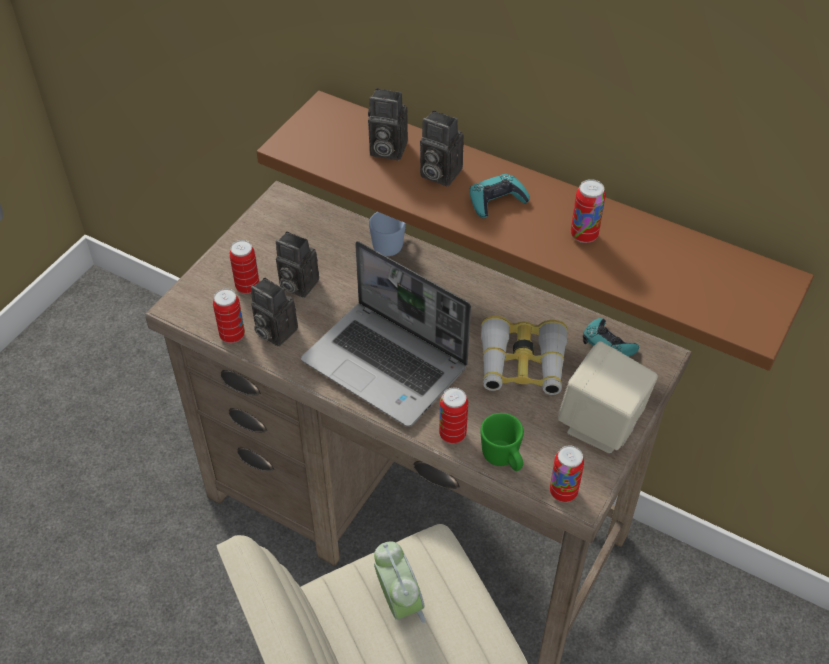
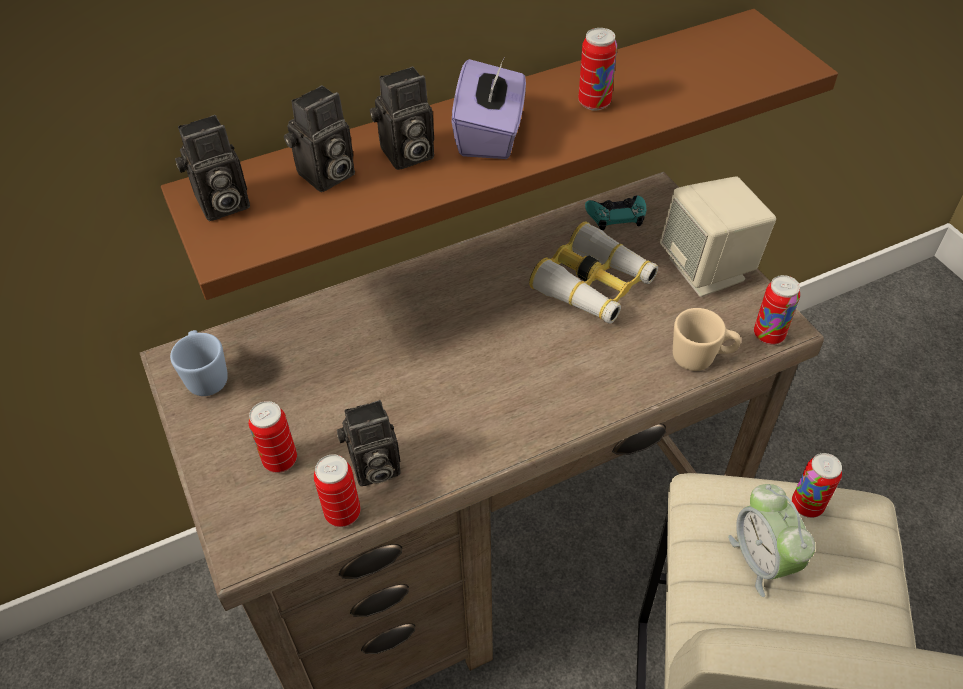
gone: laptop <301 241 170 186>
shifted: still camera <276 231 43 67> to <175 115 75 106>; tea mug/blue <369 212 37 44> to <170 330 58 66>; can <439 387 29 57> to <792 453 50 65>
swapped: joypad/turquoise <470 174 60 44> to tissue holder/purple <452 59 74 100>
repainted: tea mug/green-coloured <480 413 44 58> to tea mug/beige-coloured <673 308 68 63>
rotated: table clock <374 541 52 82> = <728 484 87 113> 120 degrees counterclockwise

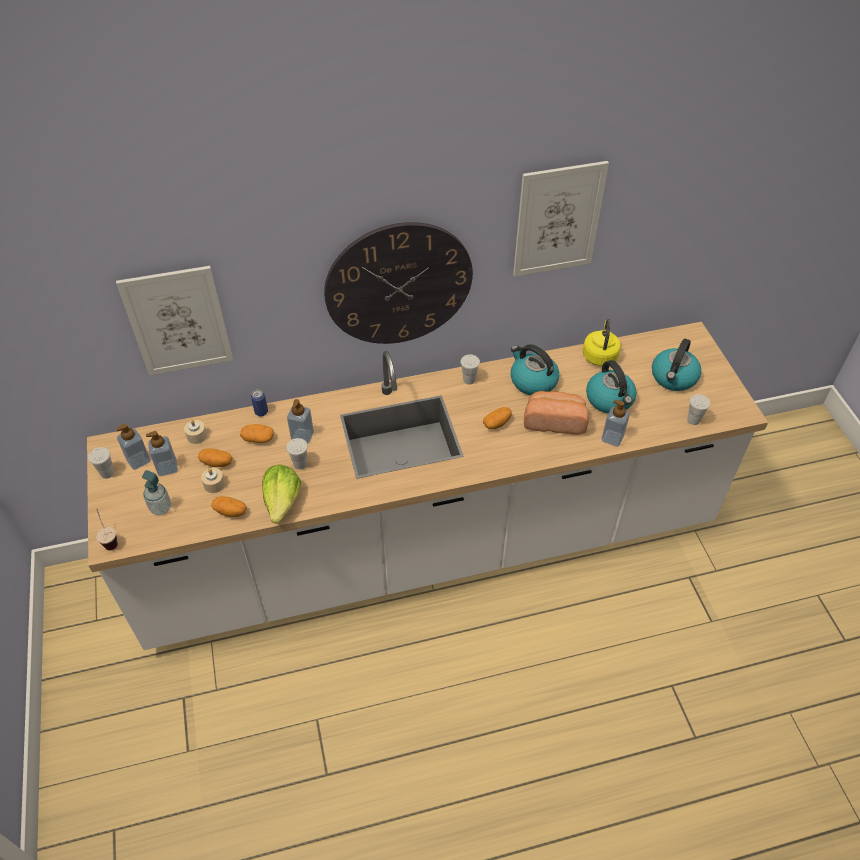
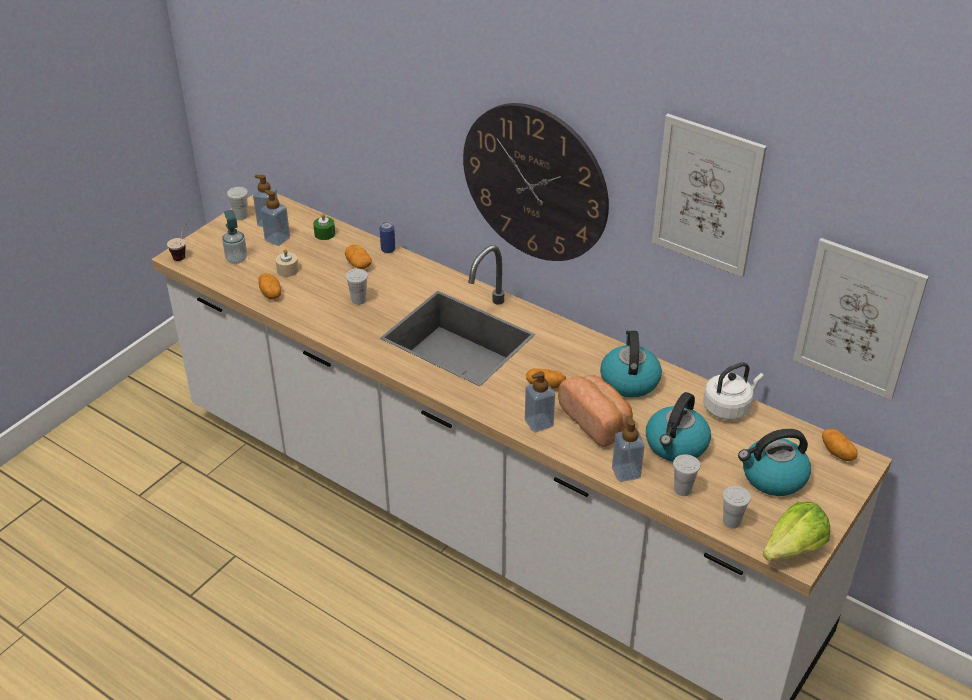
shifted: wall picture <116 266 117 110> to <793 238 136 162>; potato <198 448 34 19> to <822 429 35 32>; lettuce head <262 465 39 58> to <763 502 67 59>; soap dispenser <287 399 27 45> to <525 371 30 61>; small cup/whitish <460 355 20 30> to <673 454 27 42>
repainted: wax candle/beige-coloured <184 420 23 24> to wax candle/green-coloured <313 213 22 27>; tea kettle/yellow-coloured <583 319 38 47> to tea kettle/whitish <703 362 61 58>

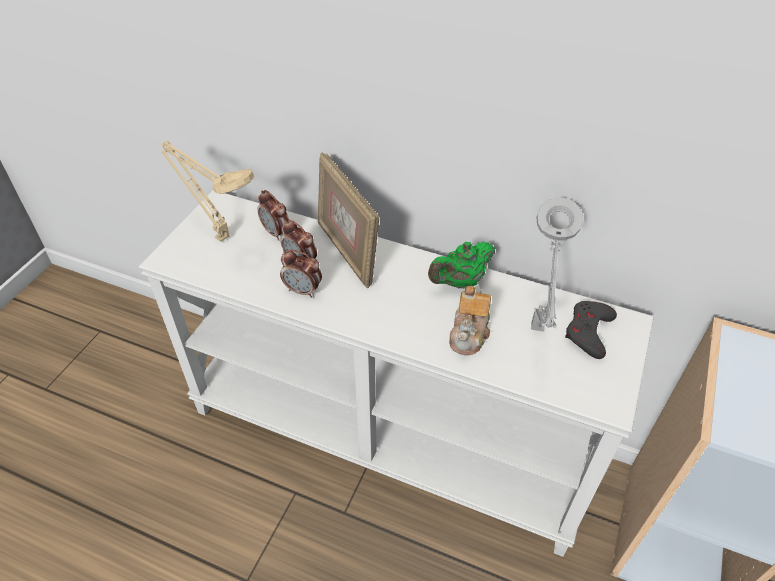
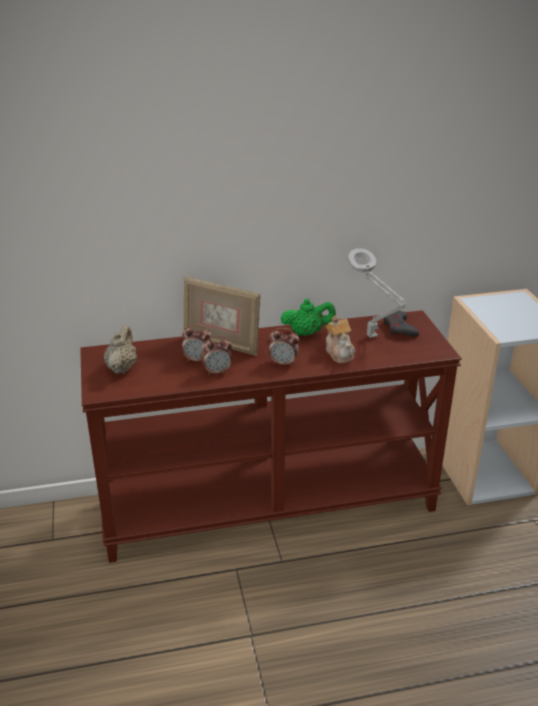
shifted: table clock <258 190 31 51> to <268 328 31 39>
swapped: tabletop lamp/beige-coloured <162 141 92 101> to pot for tea/beige-coloured <104 325 33 49>
repainted: console table/whitish <139 190 515 367> to console table/brown <80 310 382 253>
rotated: pot for tea/green-coloured <428 242 67 46> = <280 298 56 38> 120 degrees counterclockwise

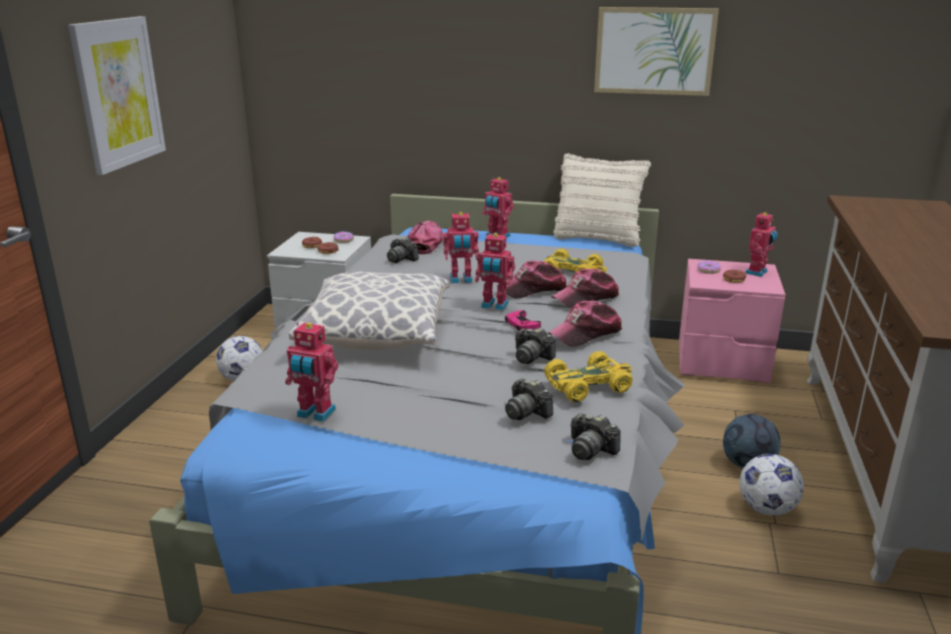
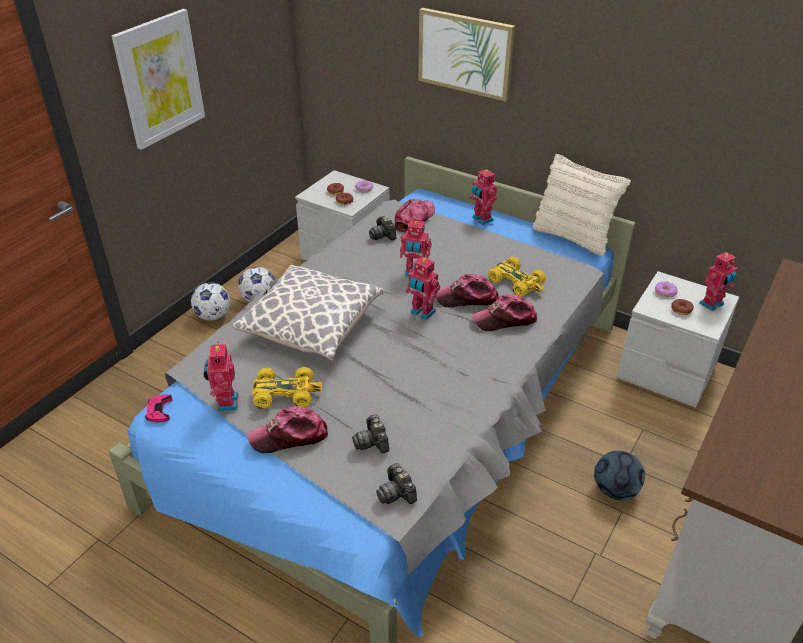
gone: still camera <515 327 41 37>
shifted: joypad/pink-coloured <505 310 36 20> to <145 394 27 28>; toy car/yellow-coloured <545 351 88 51> to <252 367 70 42>; peaked cap <548 301 75 46> to <247 406 81 47>; wall picture <594 7 125 89> to <418 8 97 94>; ball for football <739 454 65 62> to <191 282 39 39>
repainted: nightstand/pink-coloured <679 259 107 124> to nightstand/whitish <616 271 123 137>
rotated: robot figure <285 322 53 100> = <203 341 36 70> 45 degrees clockwise

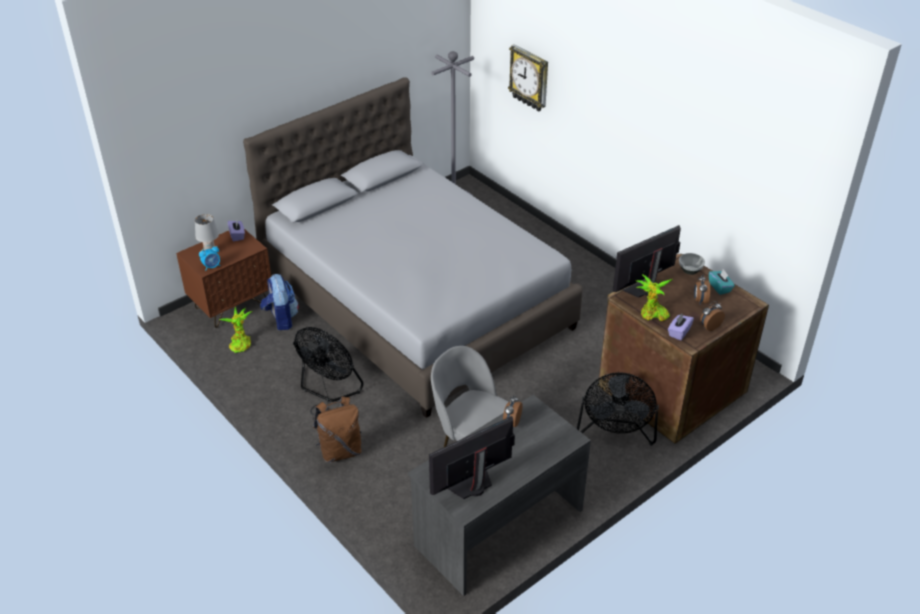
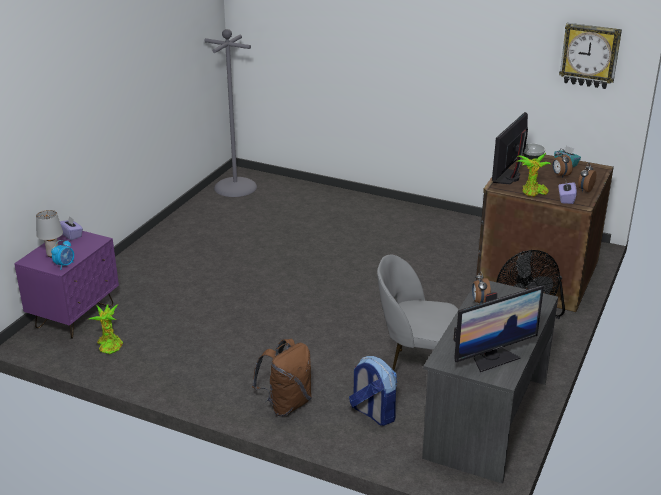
gone: bedroom bed/gray <243 77 340 341>; fan/black <293 327 70 93>
shifted: knapsack <260 274 39 56> to <349 356 48 70>; clock on the wall <508 44 40 68> to <559 23 63 66>
repainted: nightstand/brown <176 229 95 99> to nightstand/purple <14 231 105 108>
rotated: monitor <429 416 86 83> = <454 286 90 86> 150 degrees counterclockwise

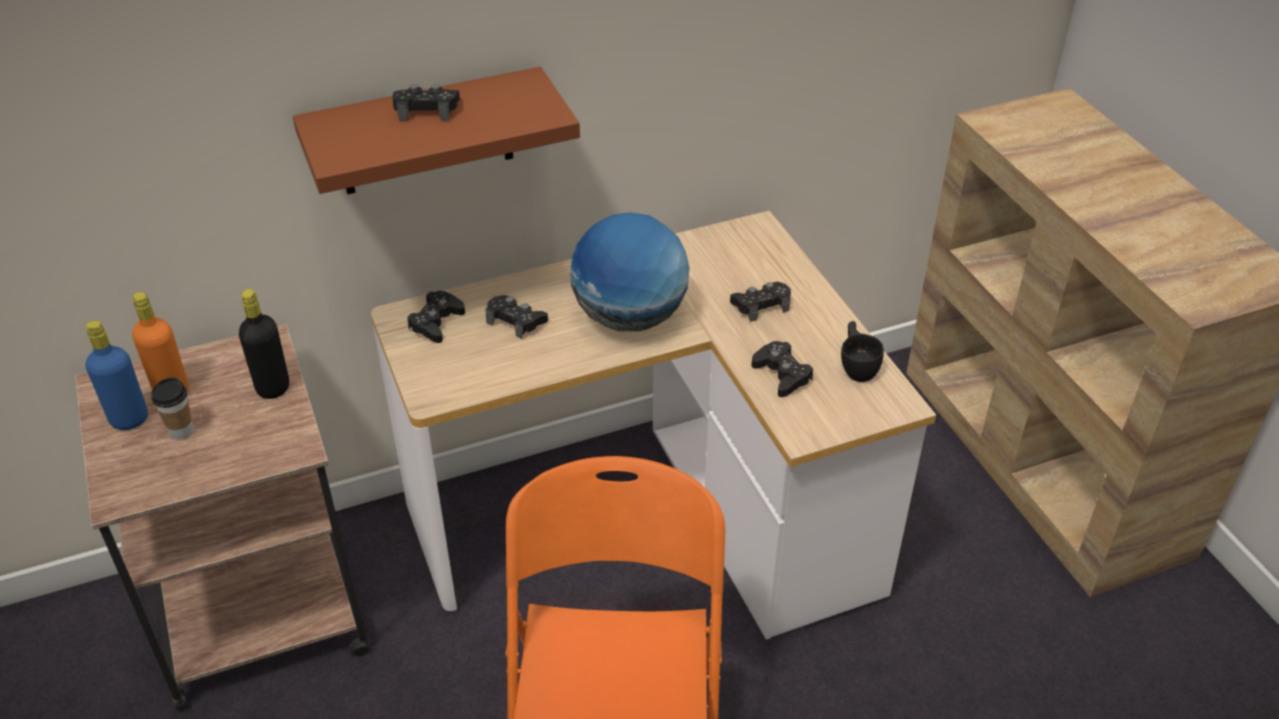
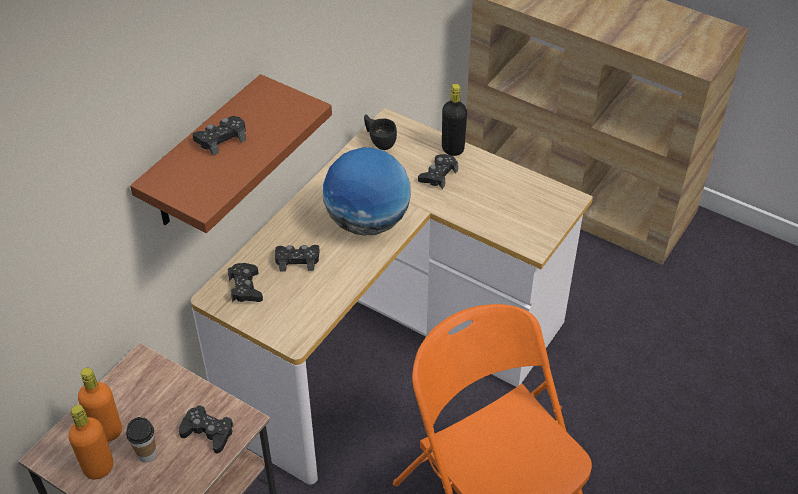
shifted: bottle/black <239 289 50 110> to <442 84 25 72>; joypad/black <751 341 62 56> to <179 405 55 49>; small cup/black <841 321 43 61> to <364 114 33 36>
repainted: bottle/blue <86 320 62 110> to bottle/orangey <68 405 45 74>

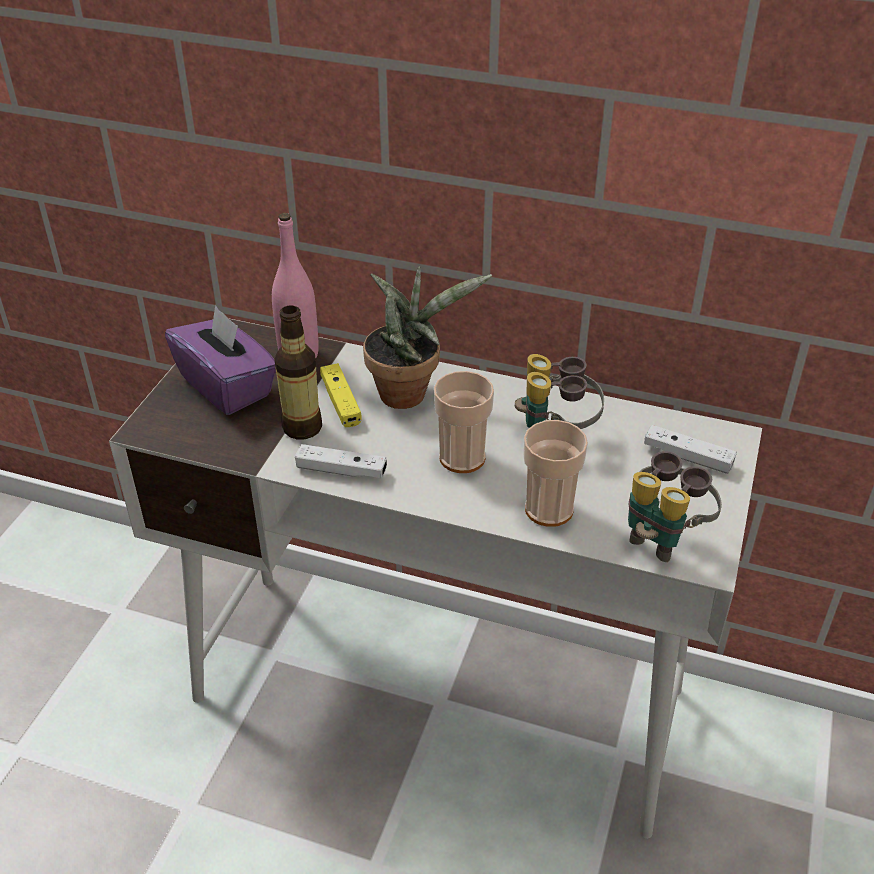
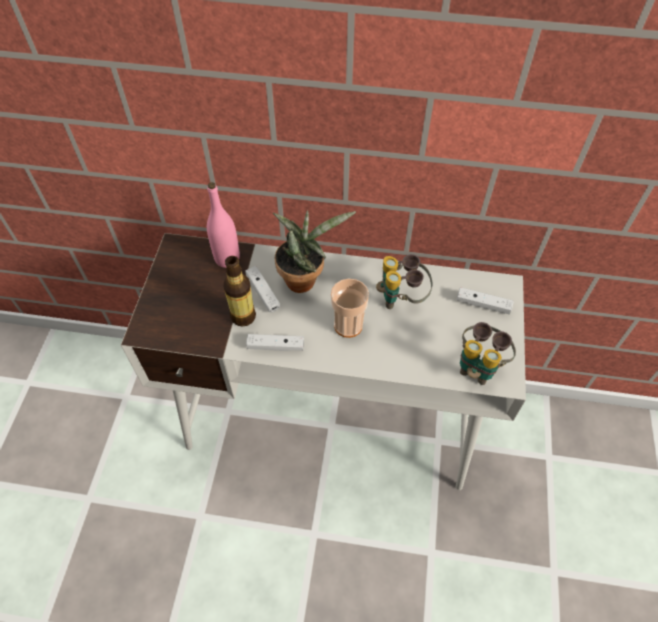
gone: tissue holder/purple <165 305 111 110>; small cup <523 420 65 107>
repainted: joypad/yellow-coloured <320 363 41 64> to joypad/whitish <245 266 35 47>

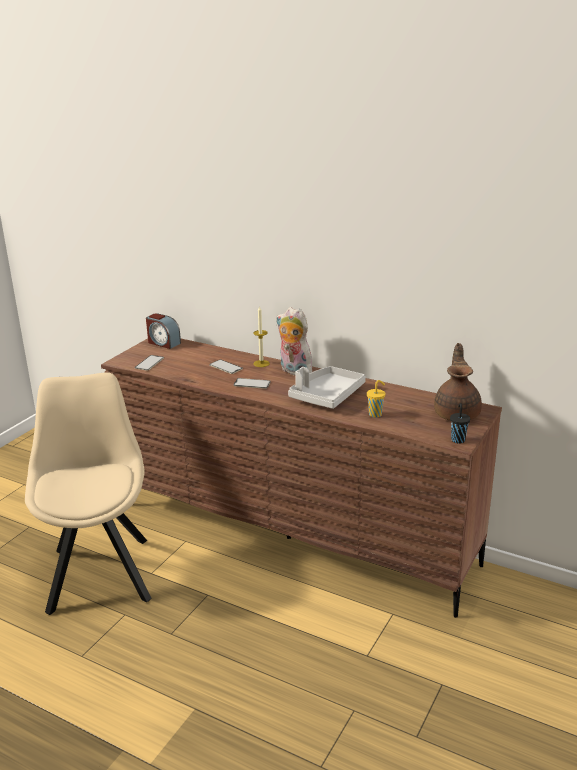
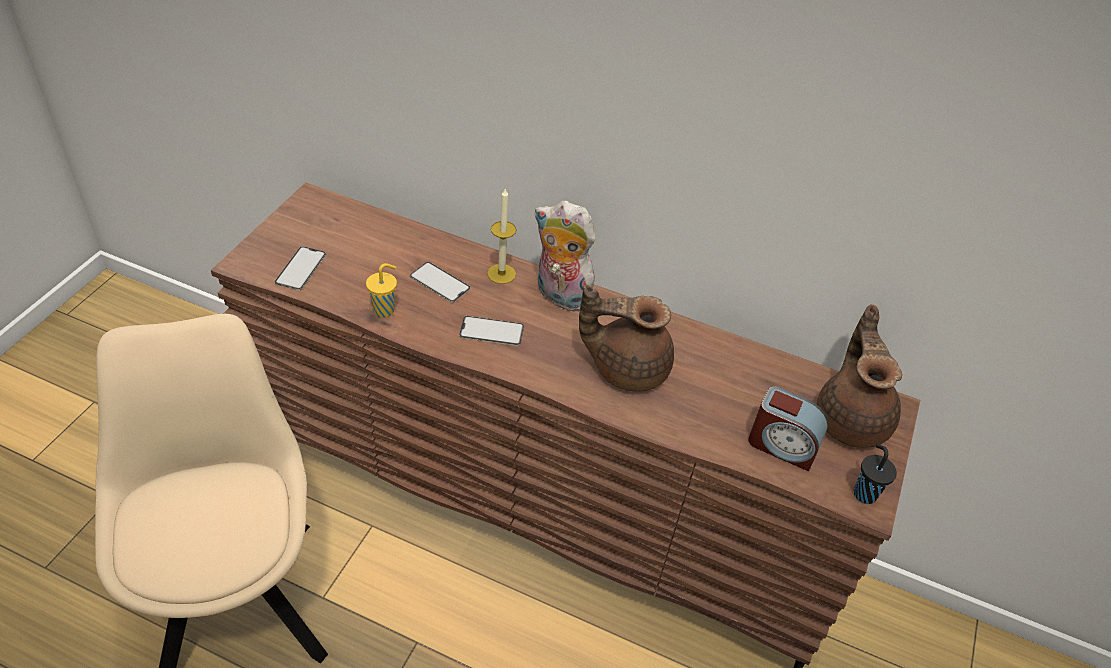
shifted: table clock <146 313 35 36> to <748 386 80 85>; small cup/yellow-coloured <367 380 18 38> to <366 263 31 55>
swapped: tray/gray <288 366 78 43> to pot for tea/brown <579 285 95 107>

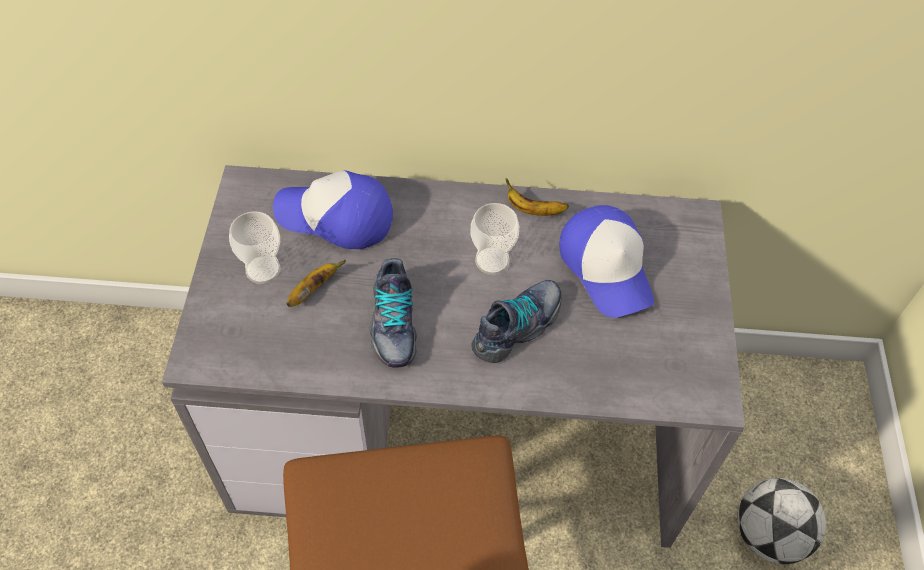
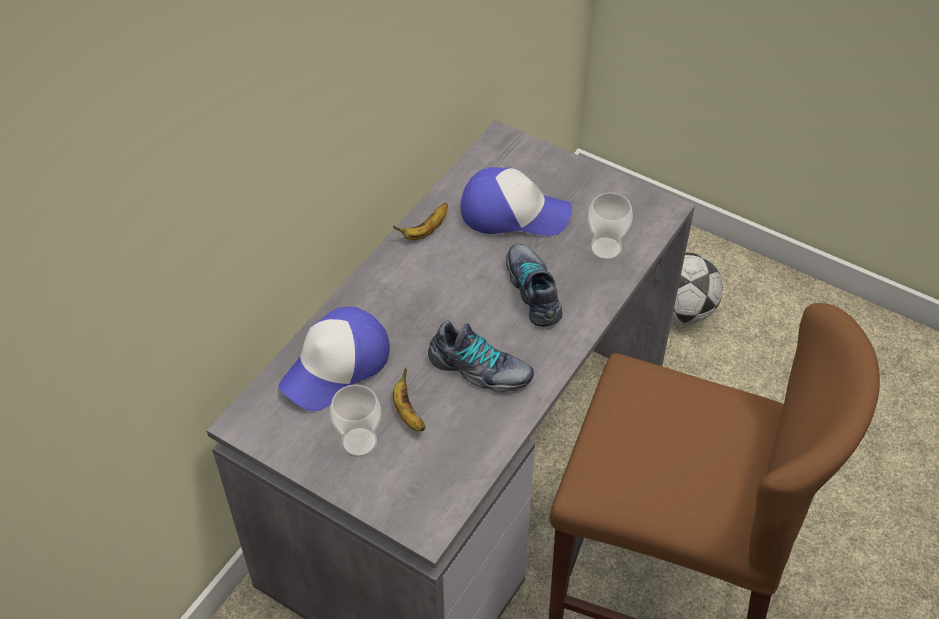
shifted: small cup <470 203 49 72> to <588 193 45 68>

